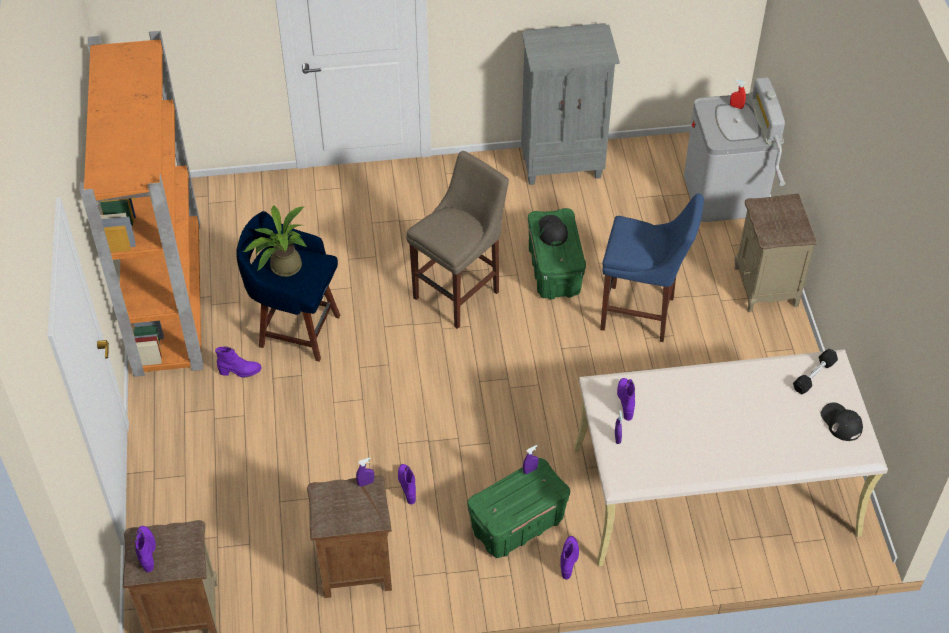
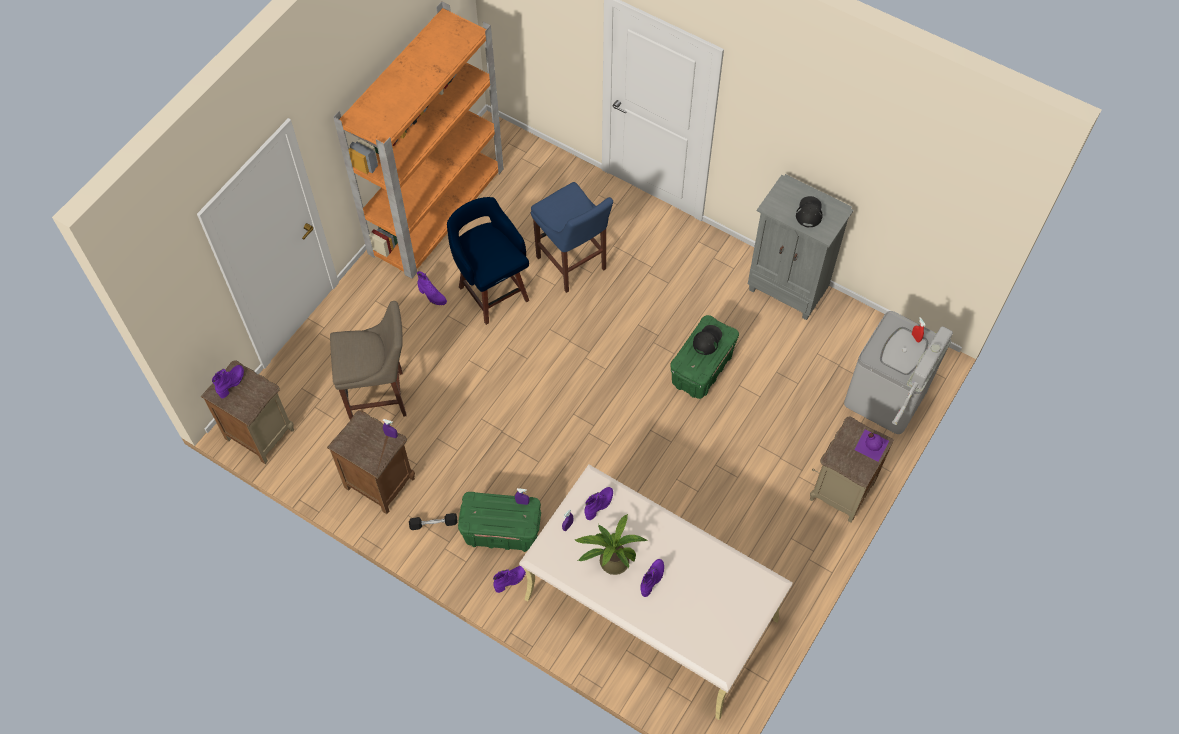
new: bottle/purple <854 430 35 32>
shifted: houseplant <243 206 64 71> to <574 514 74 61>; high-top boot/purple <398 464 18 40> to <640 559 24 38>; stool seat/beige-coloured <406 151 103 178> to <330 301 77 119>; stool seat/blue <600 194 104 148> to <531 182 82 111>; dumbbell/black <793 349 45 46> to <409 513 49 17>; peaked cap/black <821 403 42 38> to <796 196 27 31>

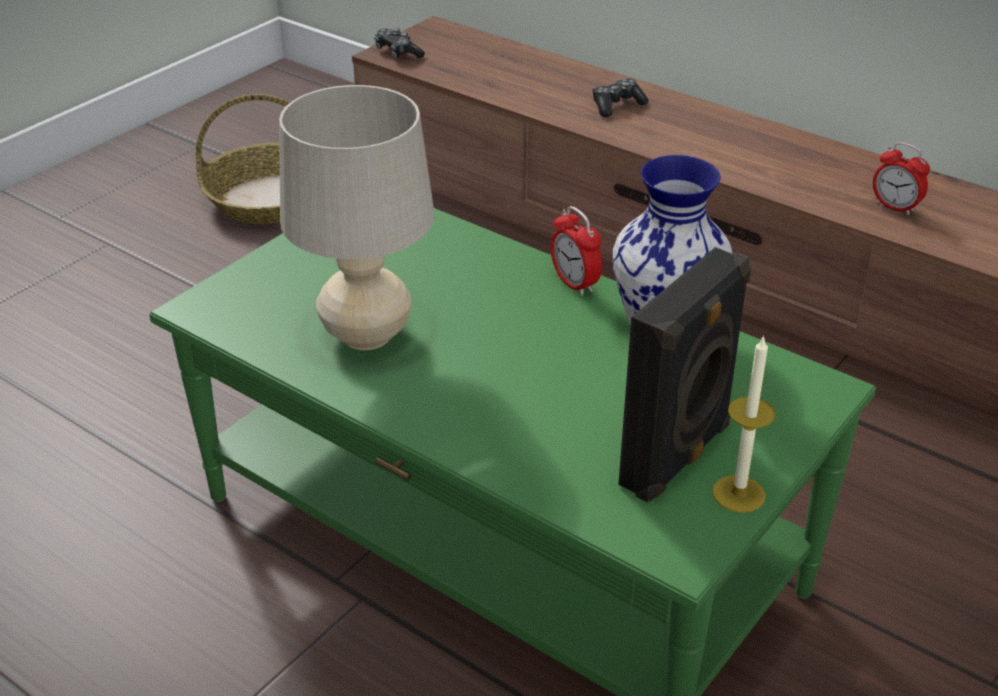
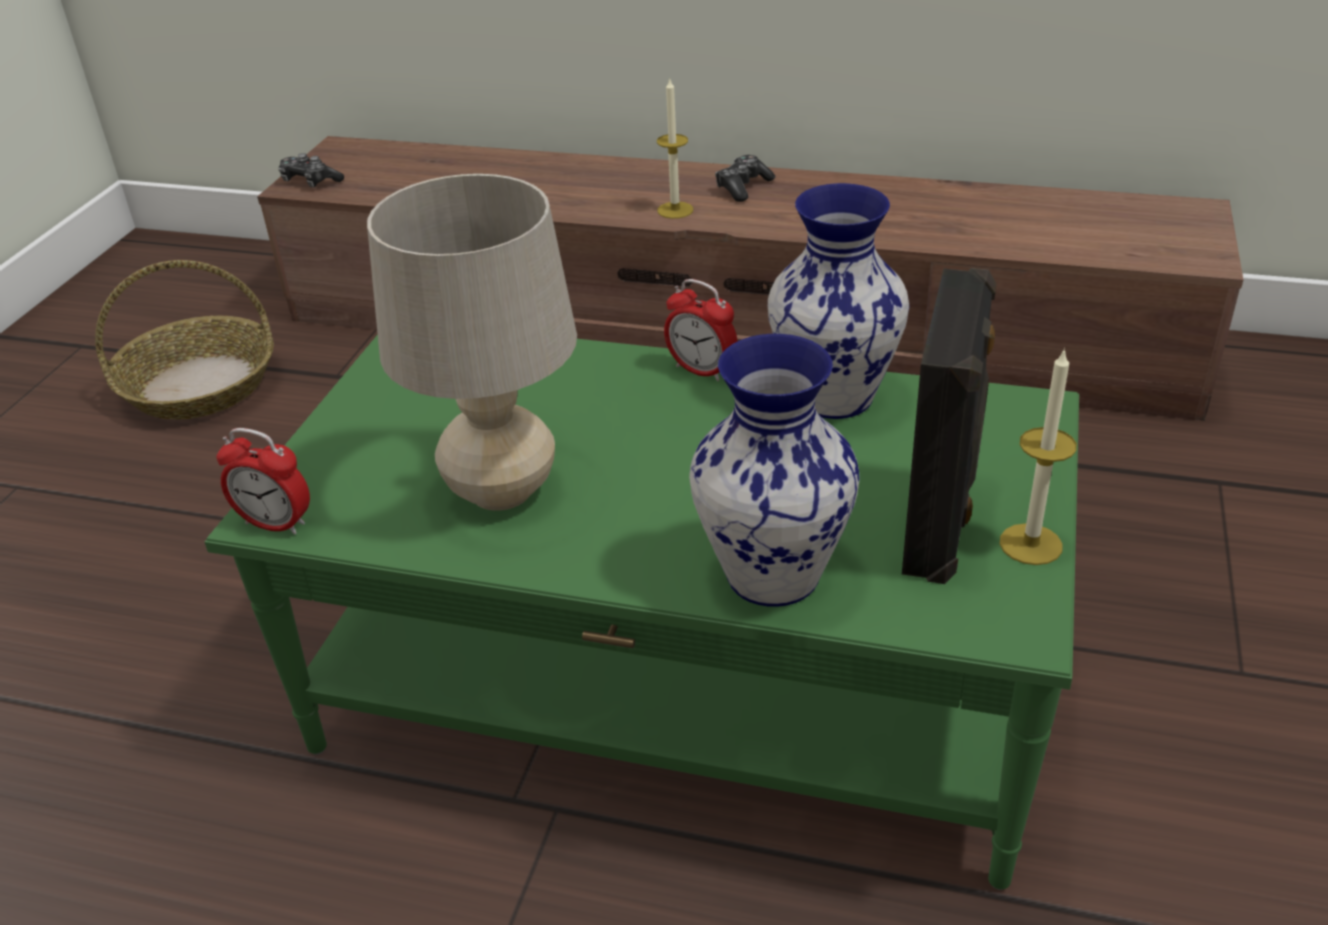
new: wax candle <657 77 36 142>; flower vase <689 334 171 273>
shifted: joypad <593 78 56 39> to <715 155 60 47>; table clock <873 142 57 73> to <216 428 94 107>

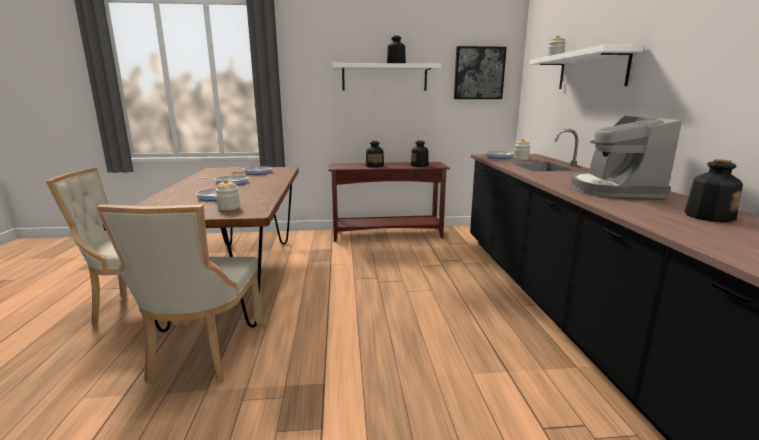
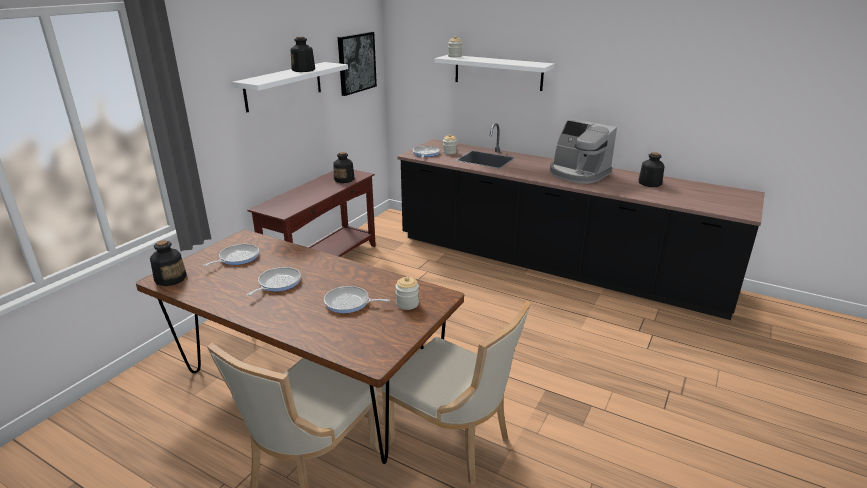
shifted: bottle <366 141 18 27> to <150 240 37 46>

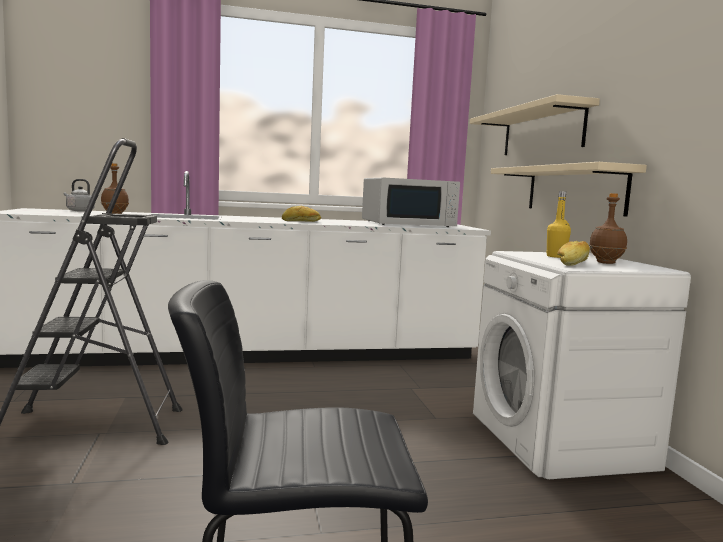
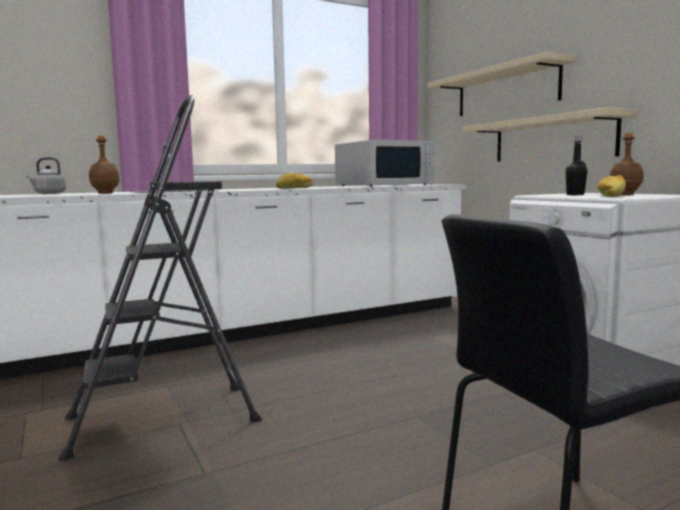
repainted: bottle/yellow-coloured <546 191 25 67> to bottle/black <566 135 22 60>

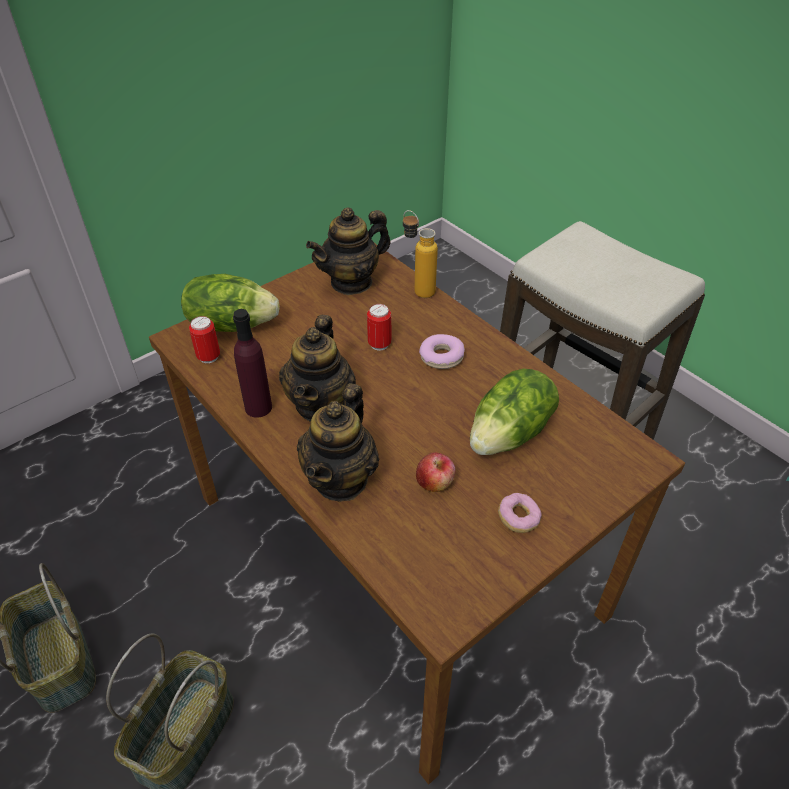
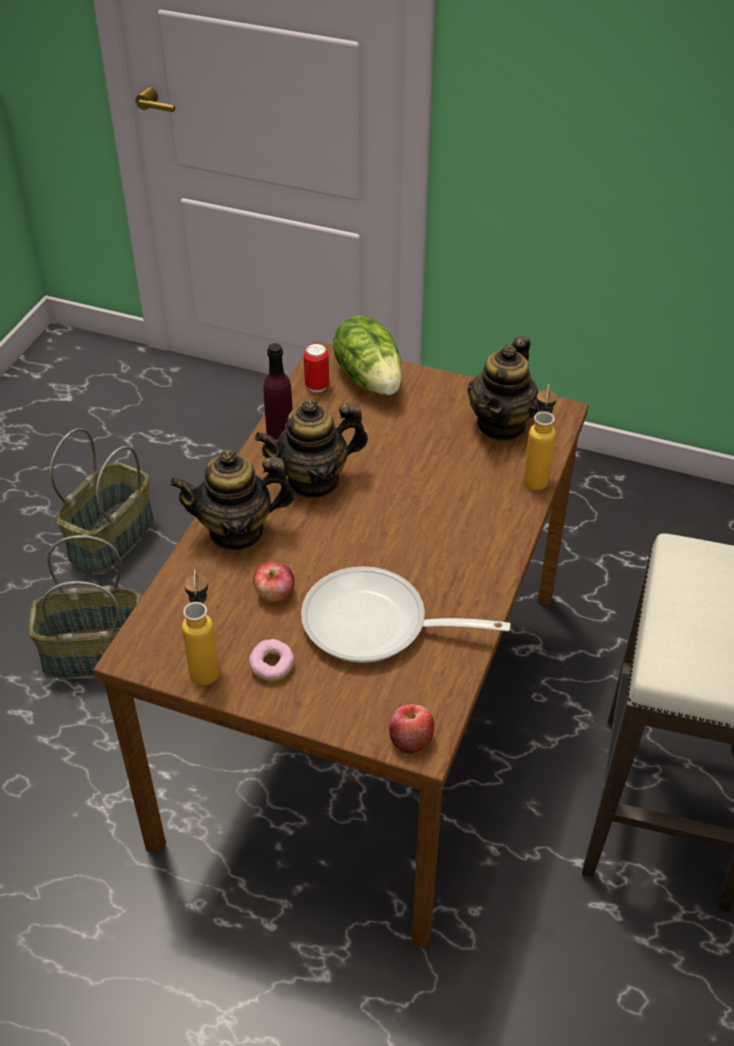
gone: can <367 304 24 47>; ring doughnut <419 334 46 35>
new: bottle <182 569 37 116>; whole apple <389 704 45 50>
swapped: lettuce head <470 368 89 87> to skillet <301 566 210 97>
rotated: pot for tea <306 207 85 88> = <467 336 71 105> 90 degrees counterclockwise

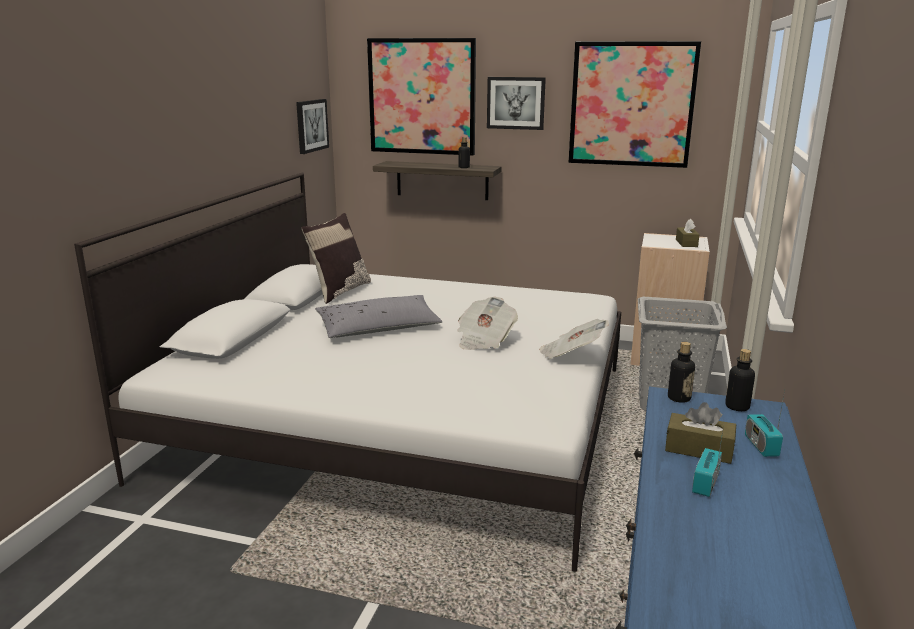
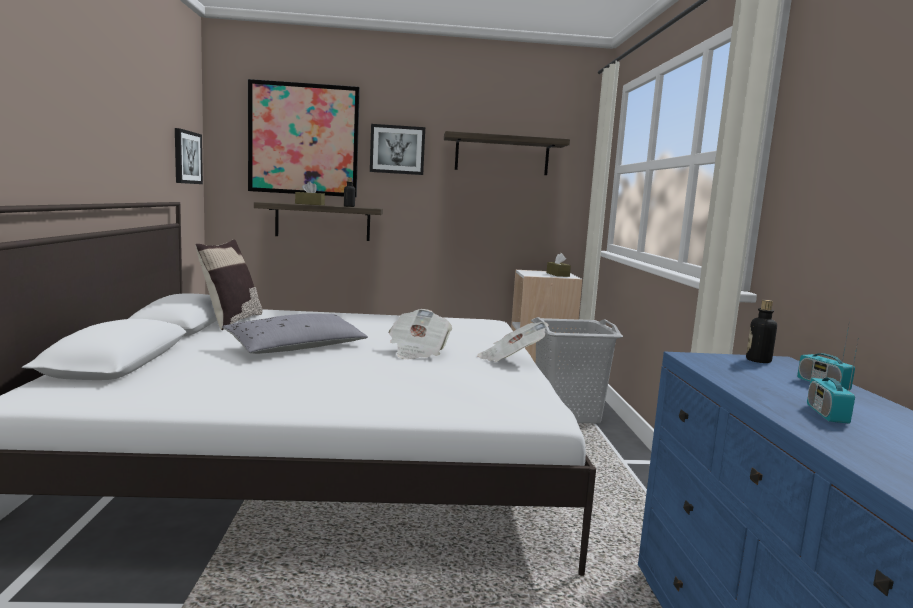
gone: bottle <668 342 27 61>
shifted: tissue holder/brown <665 402 71 62> to <295 182 30 23>
swapped: wall picture <568 41 133 127> to wall shelf <444 131 126 44>

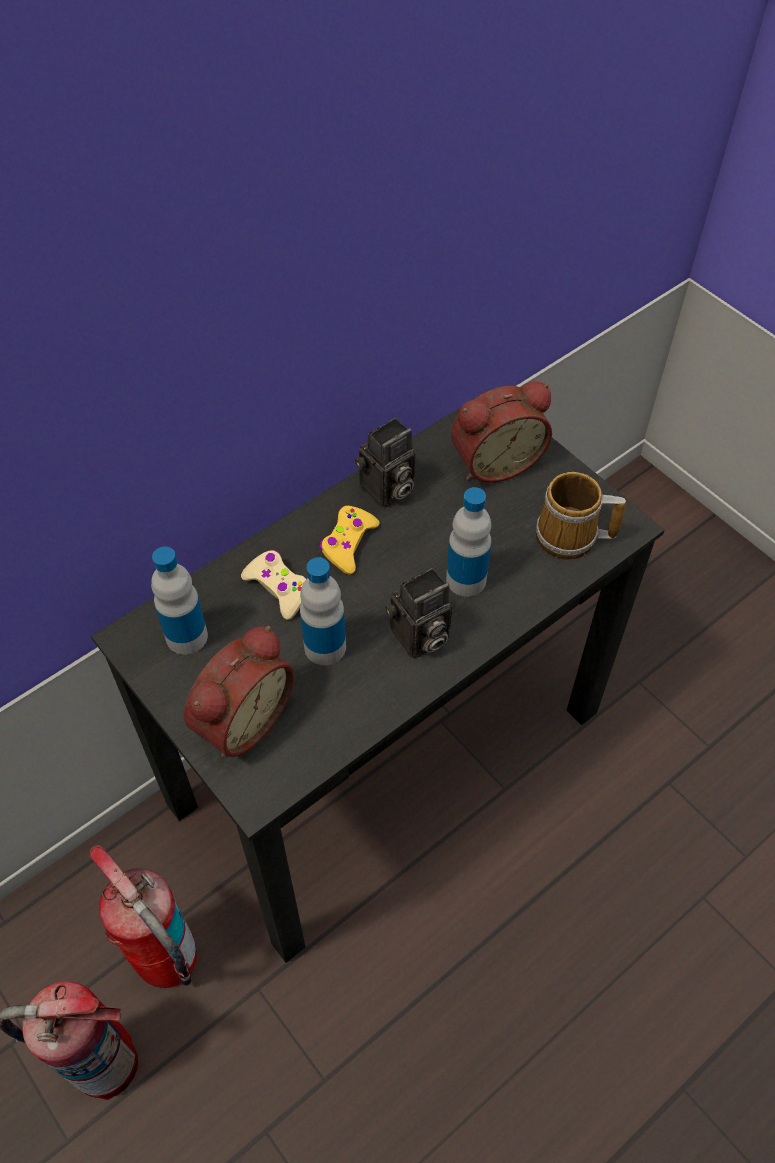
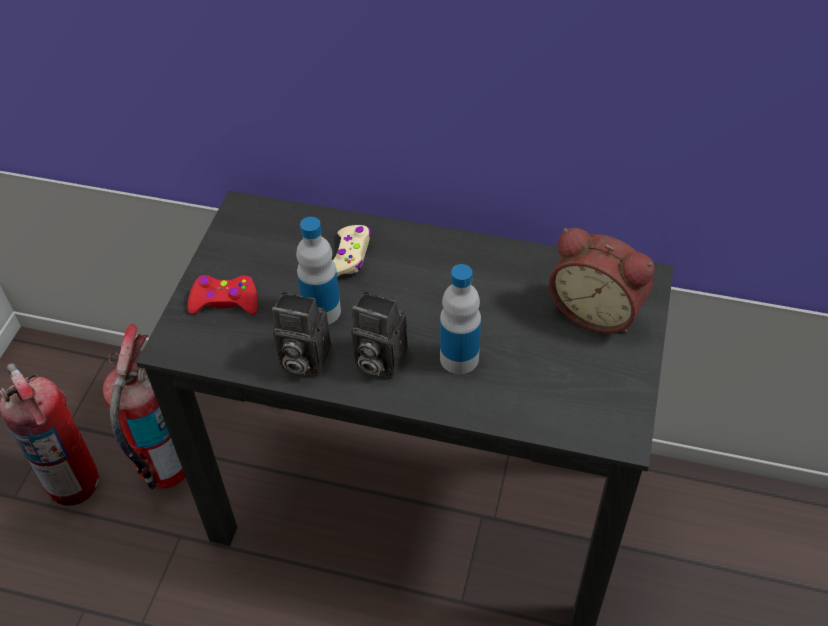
gone: bottle <151 547 57 108>; joypad/yellow-coloured <320 506 60 69>; tea mug <536 472 90 88>
shifted: still camera <355 418 60 90> to <272 292 59 85>
swapped: table clock <184 626 111 131> to joypad/red-coloured <188 275 70 40>

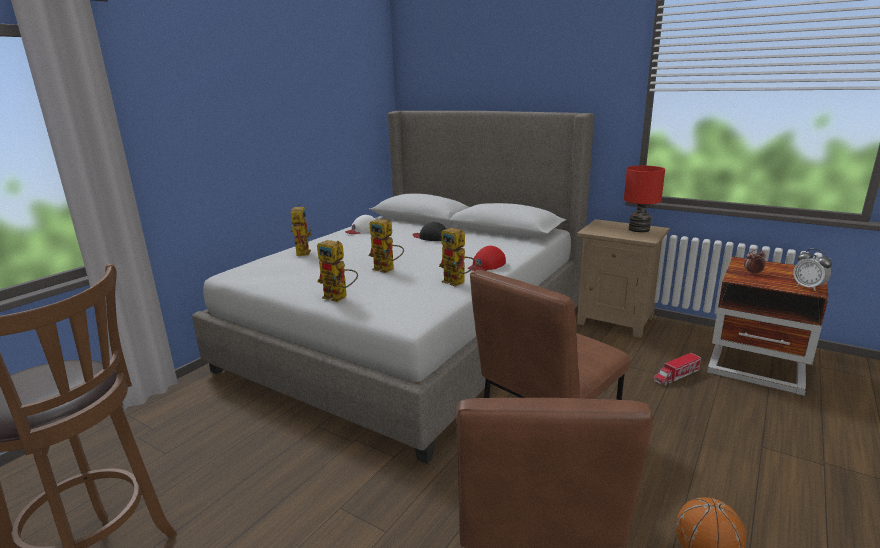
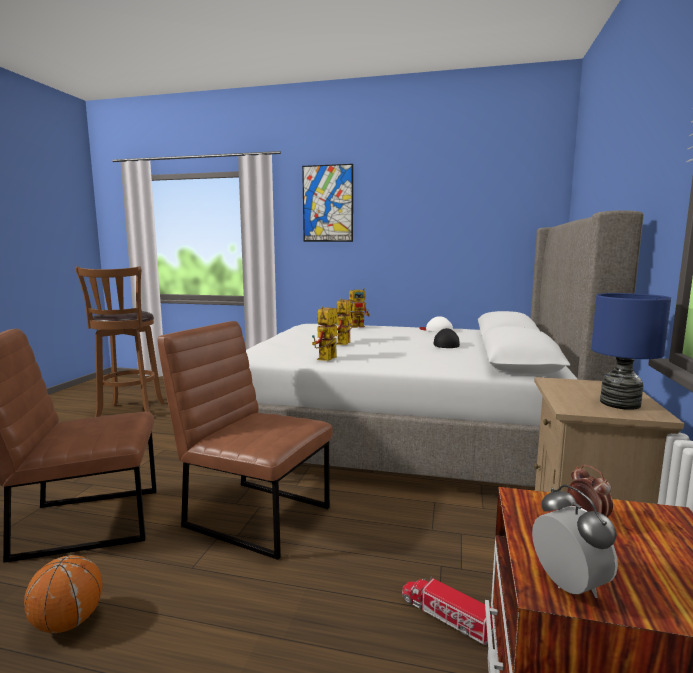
gone: robot figure <317 240 41 62>; peaked cap/red-coloured <468 246 38 25>
new: wall picture <302 164 51 78>
repainted: tabletop lamp/red-coloured <624 166 41 66> to tabletop lamp/blue <591 293 80 117>
rotated: table clock <793 249 39 42> = <532 484 86 114> 120 degrees clockwise

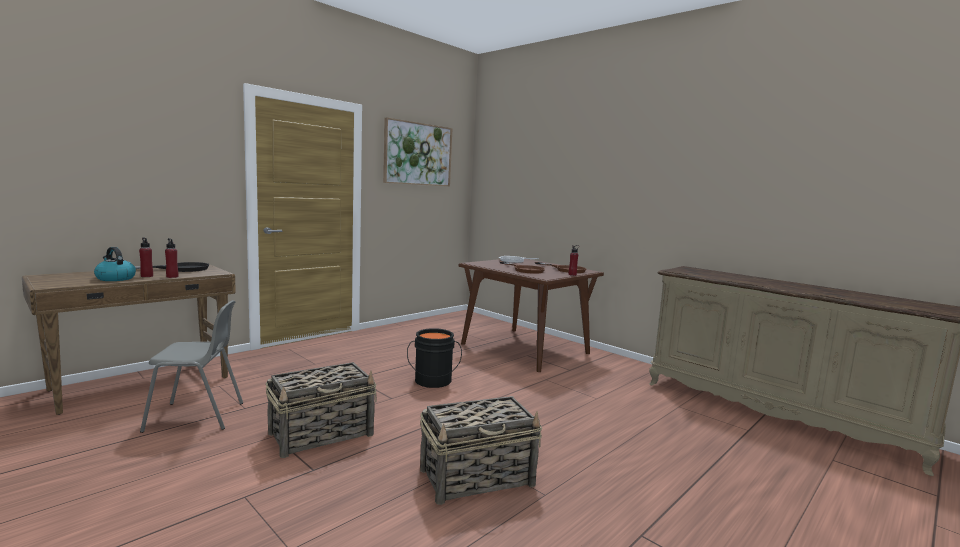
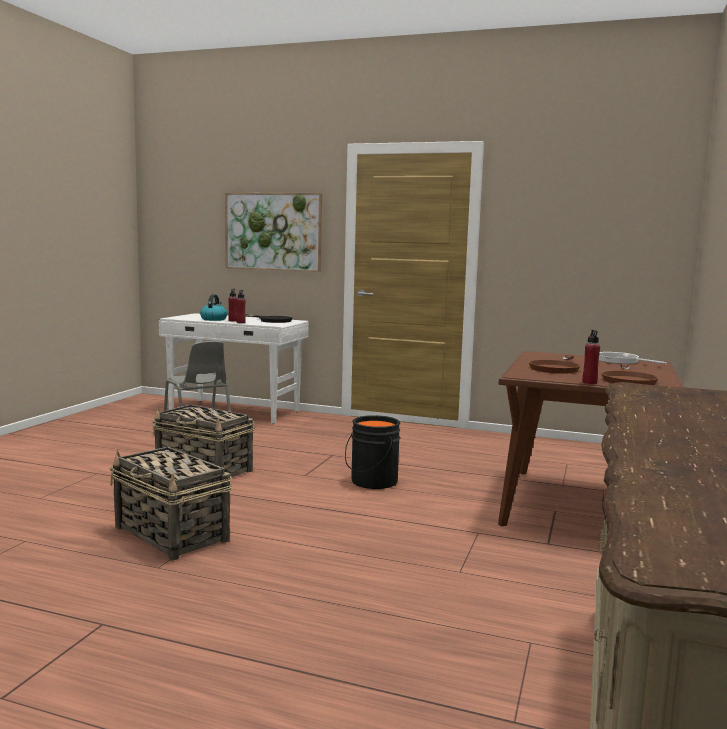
shifted: wall picture <383 118 69 68> to <225 193 97 79>
repainted: console table/brown <22 264 214 151> to console table/whitish <159 313 150 111>

